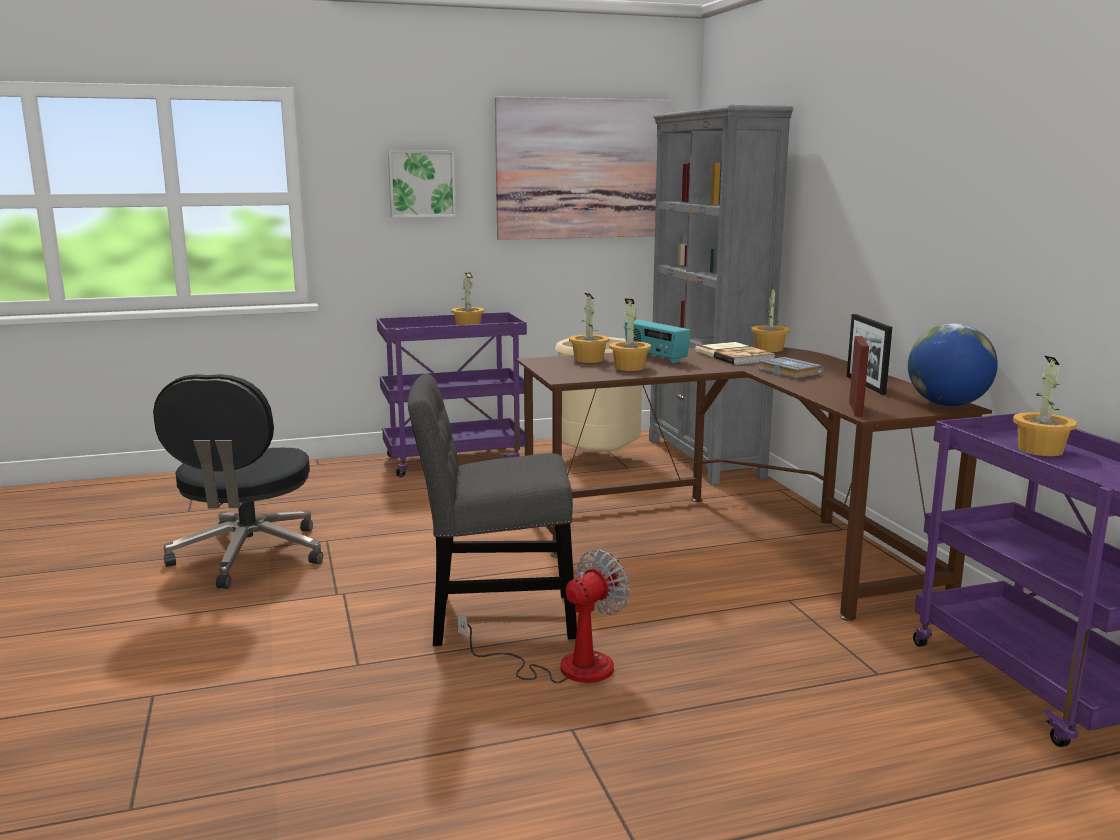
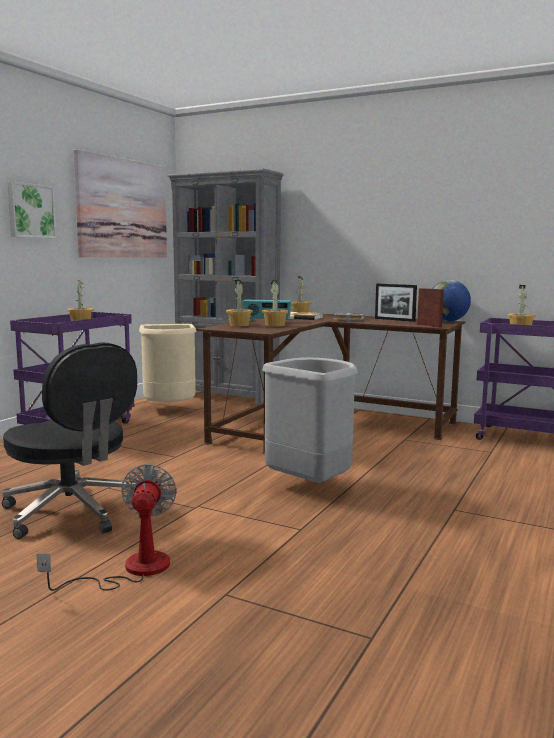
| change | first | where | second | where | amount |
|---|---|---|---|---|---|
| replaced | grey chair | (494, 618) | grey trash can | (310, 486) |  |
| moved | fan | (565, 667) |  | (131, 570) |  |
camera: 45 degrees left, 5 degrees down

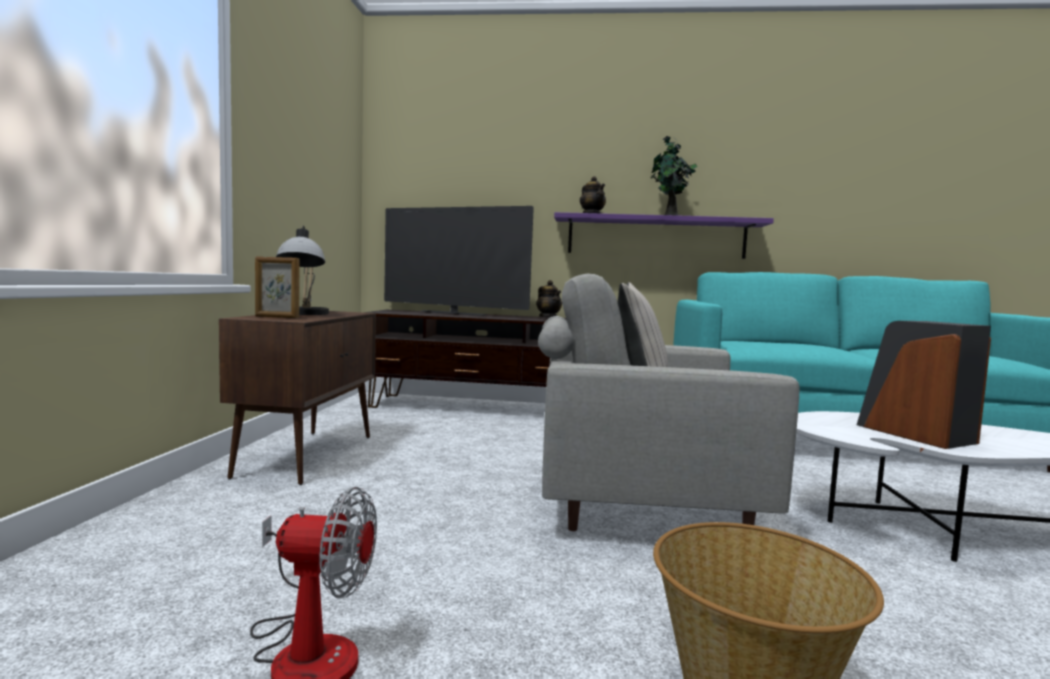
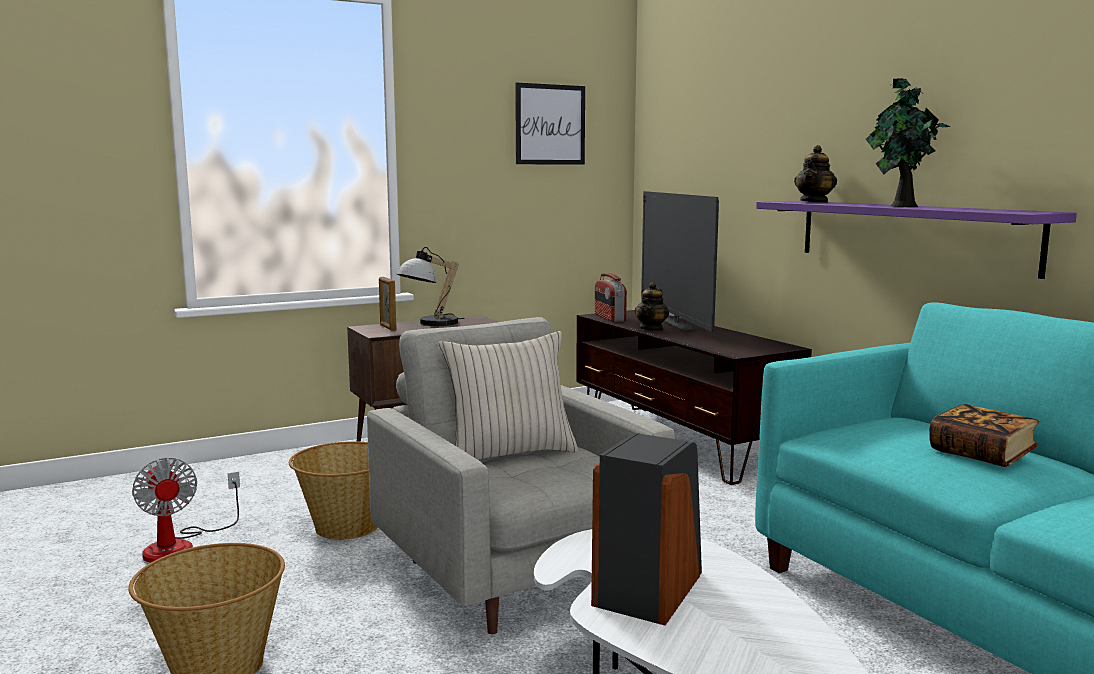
| change | first | where | second | where | amount |
|---|---|---|---|---|---|
| moved | teapot | (548, 317) |  | (652, 329) |  |
| added |  |  | picture | (550, 124) |  |
| added |  |  | radio | (609, 317) |  |
| added |  |  | book | (981, 454) |  |
| added |  |  | basket | (345, 526) |  |
camera: 55 degrees right, 5 degrees up

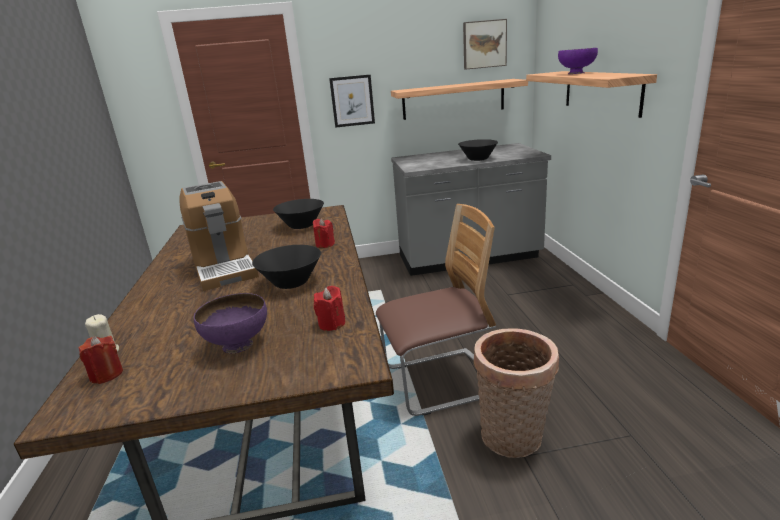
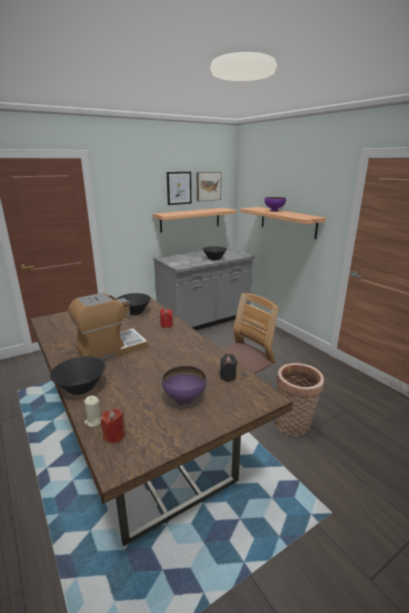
| change | first | where | second | where | amount |
|---|---|---|---|---|---|
| moved | picture | (352, 101) |  | (179, 188) |  |
| turned | coffee machine | (224, 267) |  | (110, 349) | 75 degrees counterclockwise |
| moved | black bowl | (291, 283) |  | (81, 388) |  |
| recoloured | red candle | (331, 324) | black candle | (228, 376) |  |
camera: 25 degrees left, 0 degrees up

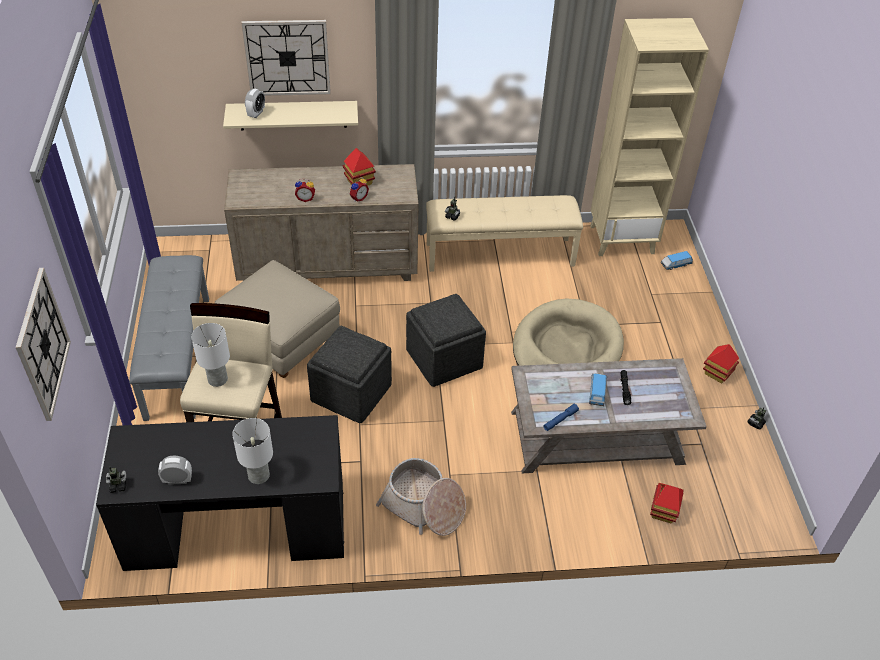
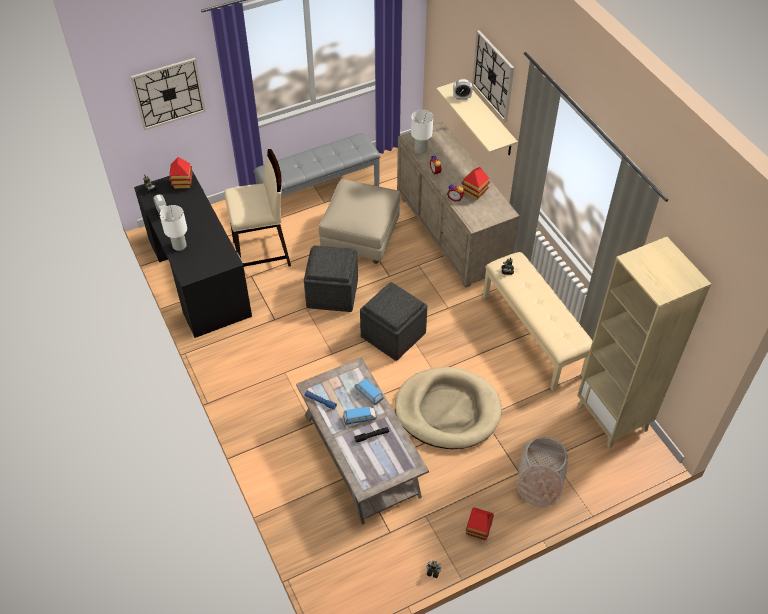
| change | first | where | second | where | amount |
|---|---|---|---|---|---|
| moved | toy car | (675, 265) |  | (368, 393) |  |
| moved | white table lamp | (217, 379) |  | (420, 149) |  |
| moved | basket | (423, 507) |  | (540, 477) |  |
| moved | toy house | (663, 512) |  | (182, 183) |  |
camera: 70 degrees right, 5 degrees up

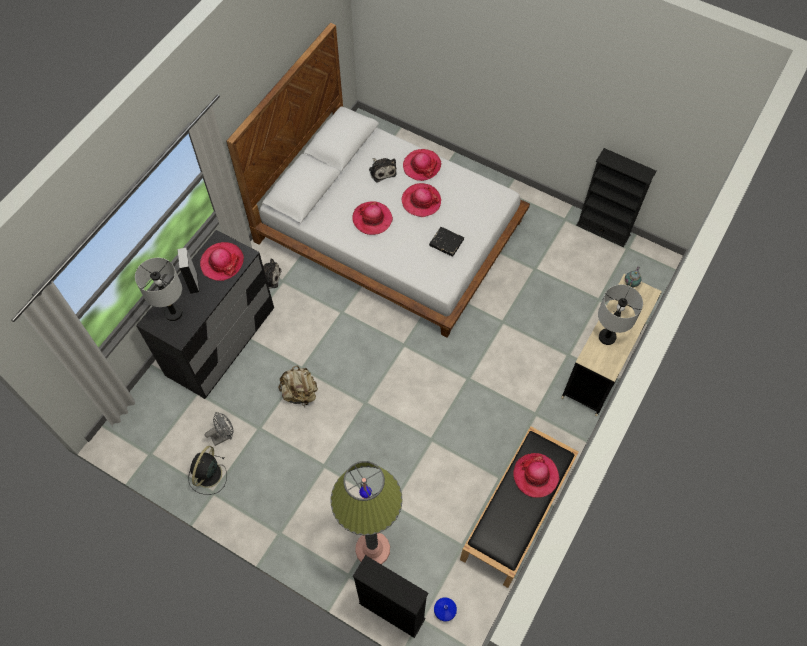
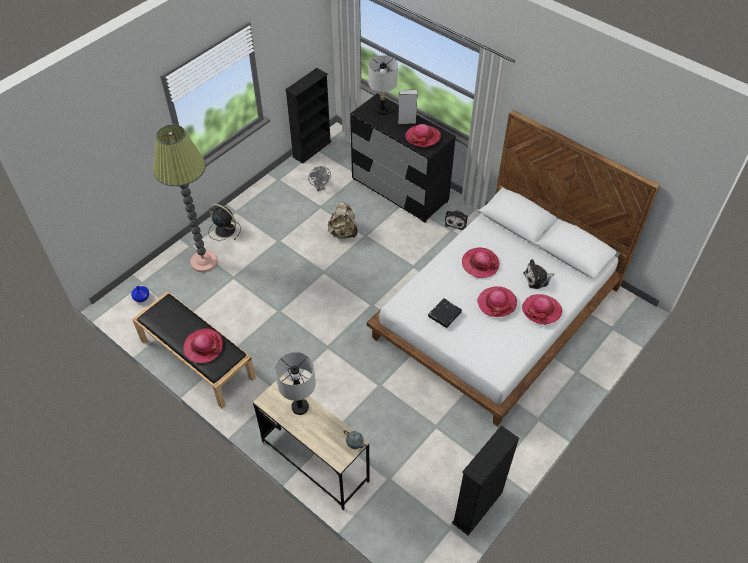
| change | first | where | second | where | amount |
|---|---|---|---|---|---|
| moved | black fan | (208, 475) |  | (224, 230) |  |
| moved | black bookcase | (392, 611) |  | (312, 149) |  |
camera: 100 degrees right, 10 degrees down

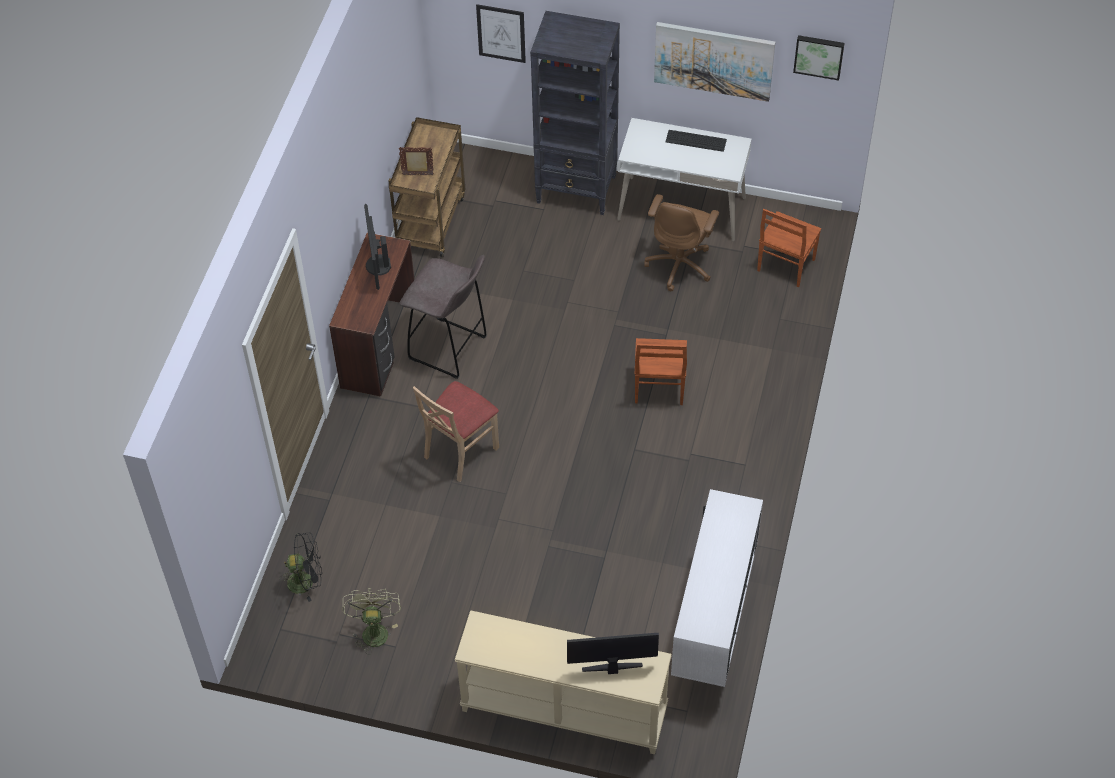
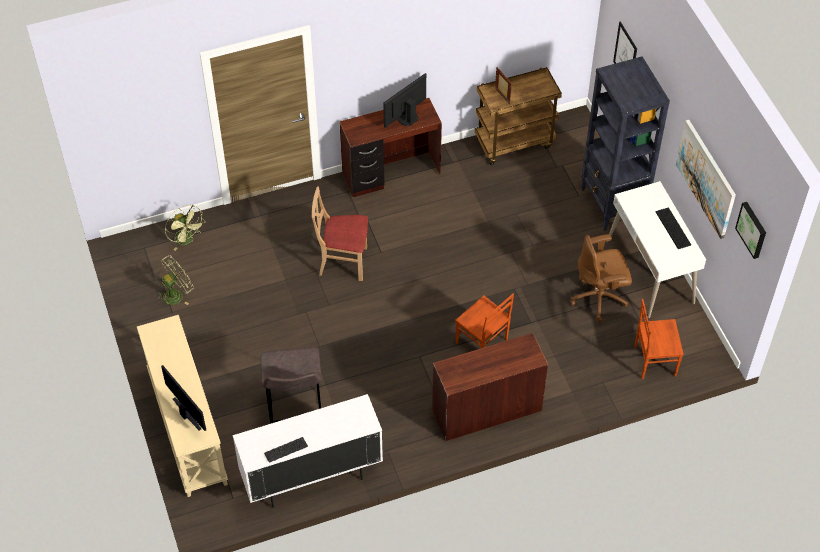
| change | first | where | second | where | amount |
|---|---|---|---|---|---|
| moved | grey stool | (450, 349) |  | (296, 416) |  |
| turned | brown chair | (658, 388) |  | (481, 342) | 105 degrees counterclockwise |
| recoloured | black fan | (306, 581) | green fan | (187, 240) |  |
| added |  |  | brown desk | (486, 410) |  |
| added |  |  | keyboard | (286, 450) |  |
camera: 55 degrees right, 0 degrees up

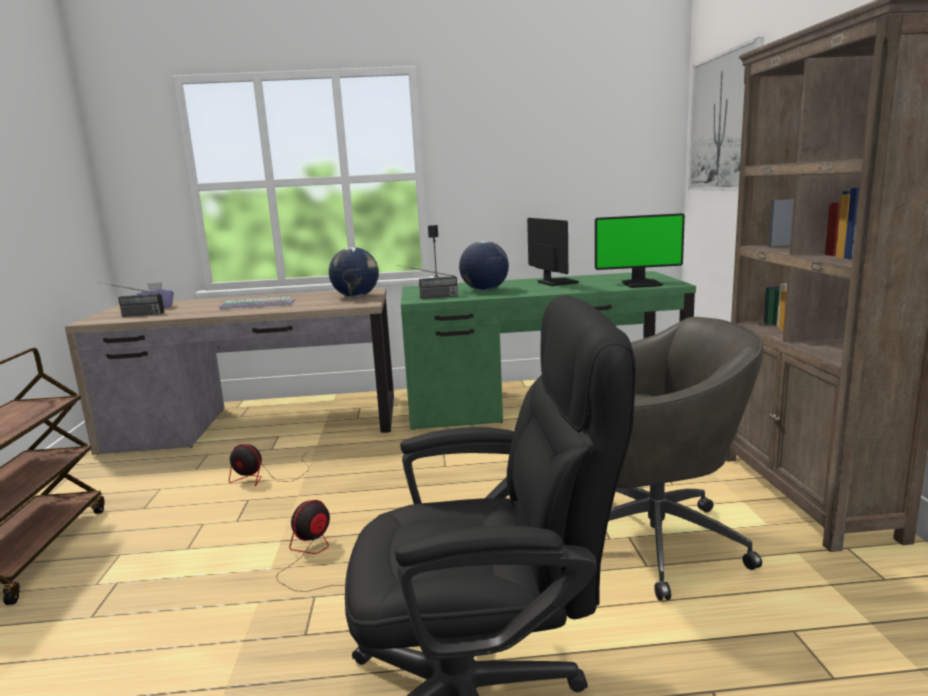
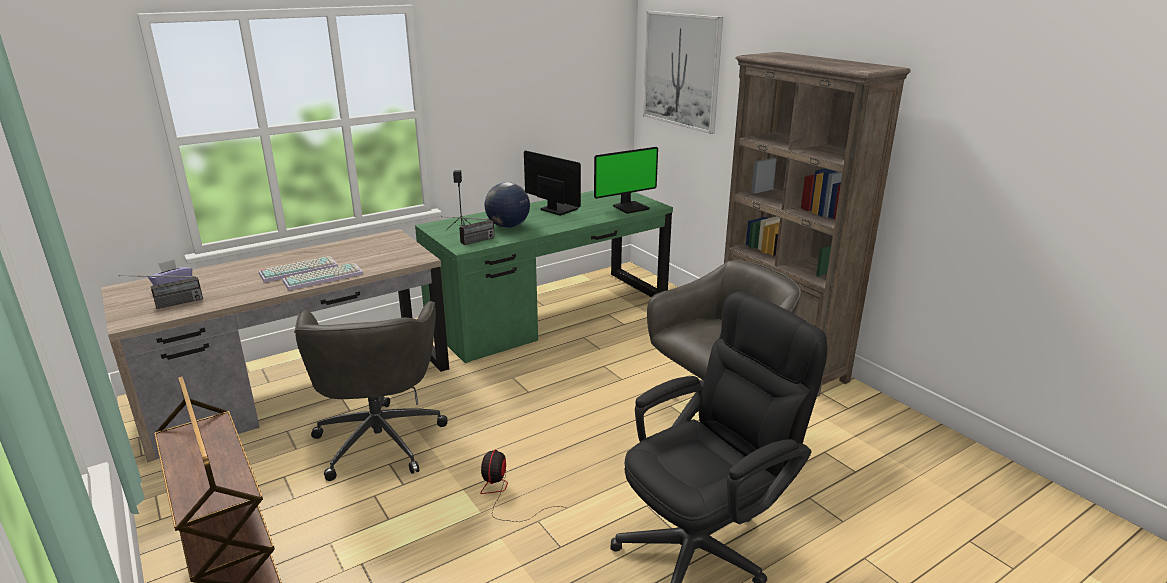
| change | first | where | second | where | amount |
|---|---|---|---|---|---|
| removed | globe | (356, 296) |  |  |  |
| replaced | fan | (266, 476) | grey office chair | (380, 438) |  |
| added |  |  | keyboard | (324, 277) |  |
camera: 30 degrees left, 10 degrees up

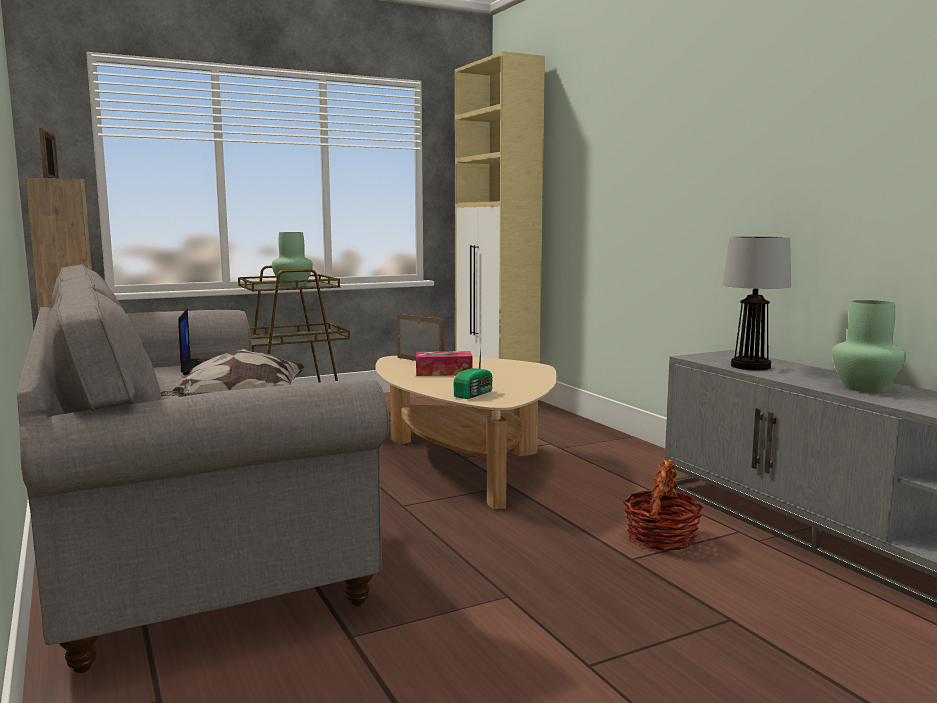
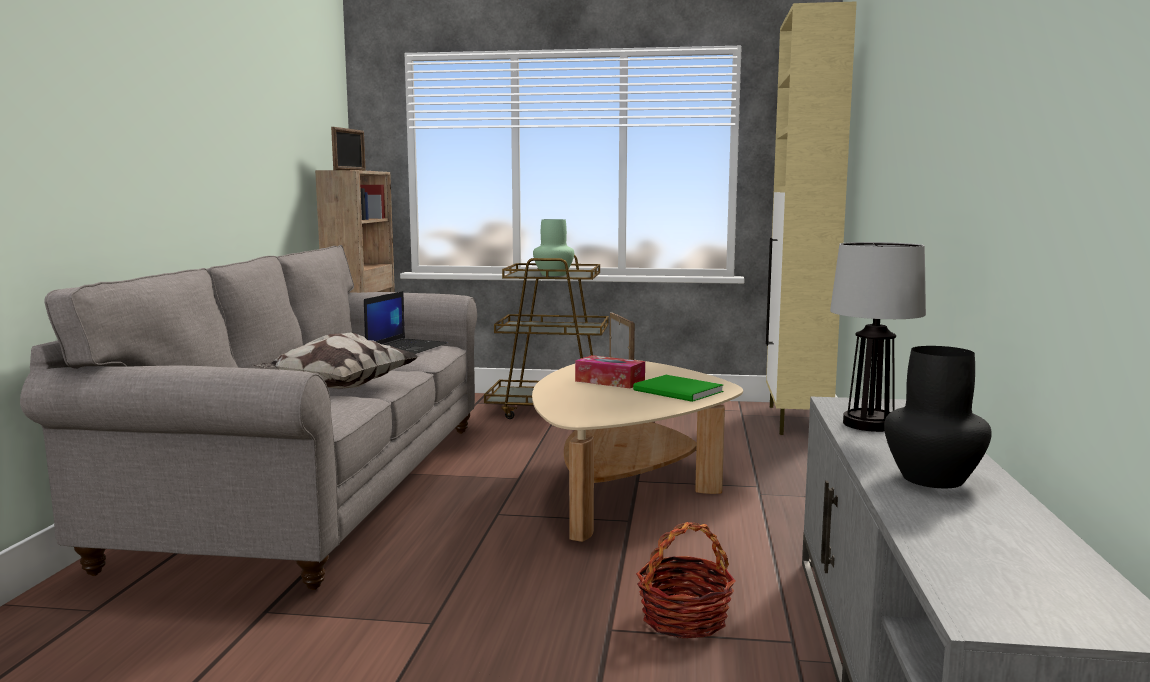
| change | first | where | second | where | amount |
|---|---|---|---|---|---|
| recoloured | green vase | (864, 388) | black vase | (931, 478) |  |
| removed | radio | (475, 394) |  |  |  |
| added |  |  | green book | (679, 391) |  |
camera: 35 degrees right, 0 degrees up

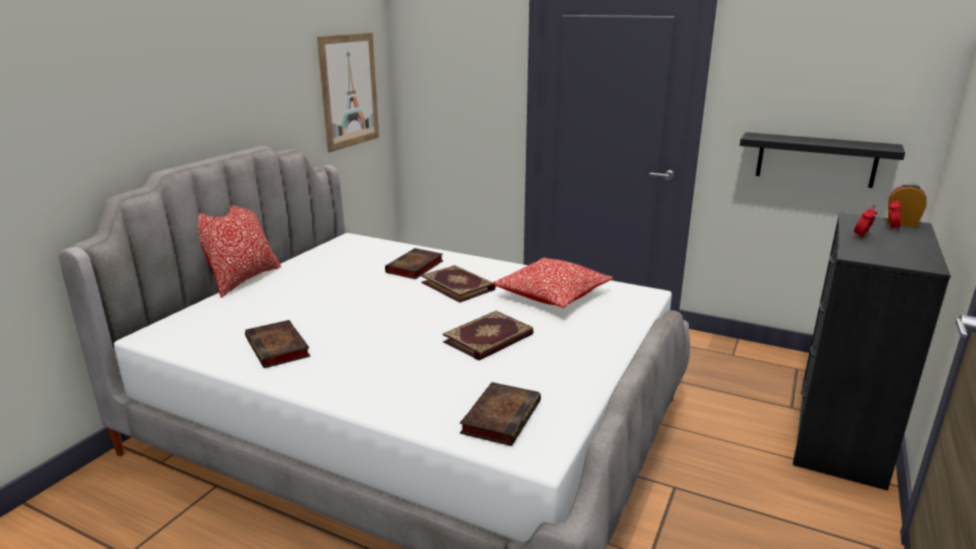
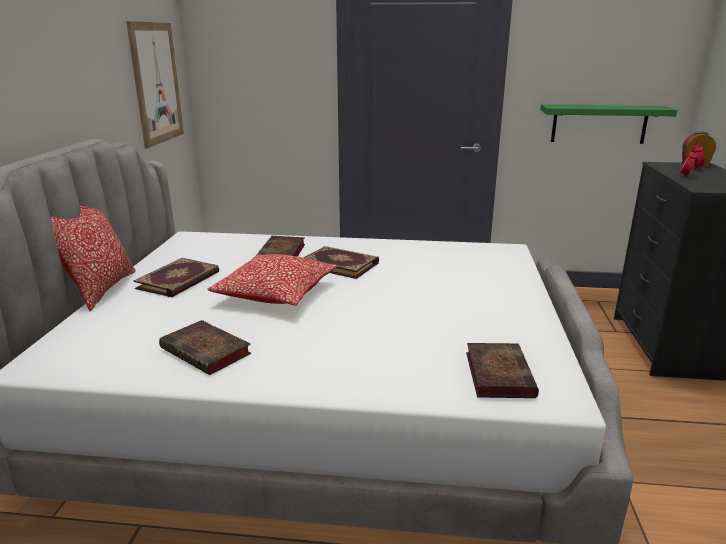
| change | first | where | second | where | amount |
|---|---|---|---|---|---|
| recoloured | black shelf | (816, 159) | green shelf | (599, 124) |  |
| moved | pillow | (552, 295) |  | (276, 293) |  |
| moved | book | (489, 339) |  | (179, 280) |  |
camera: 20 degrees left, 0 degrees up

